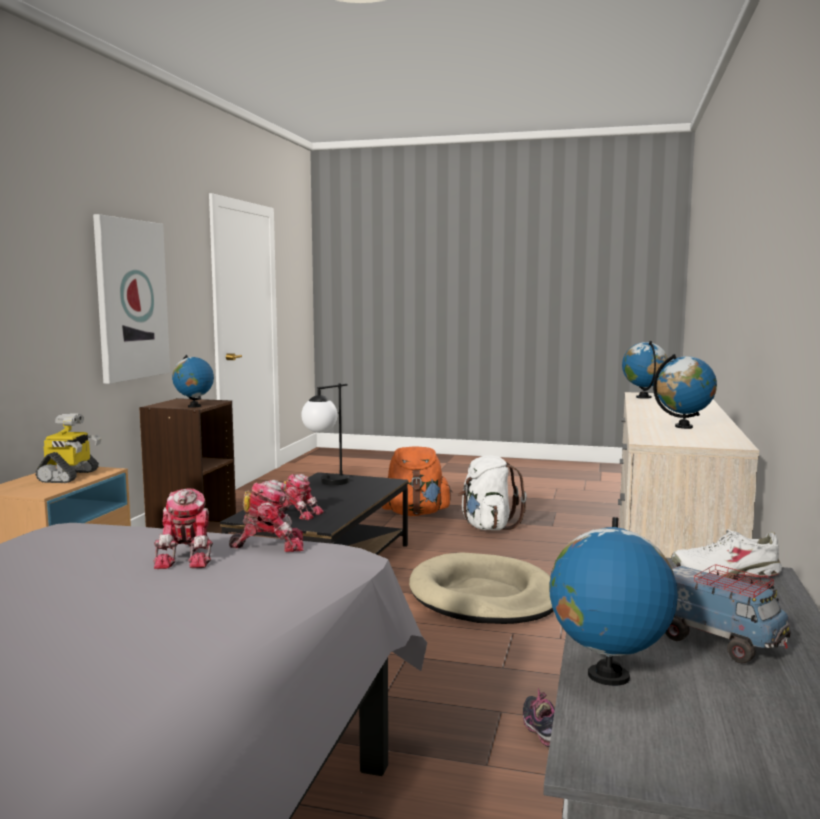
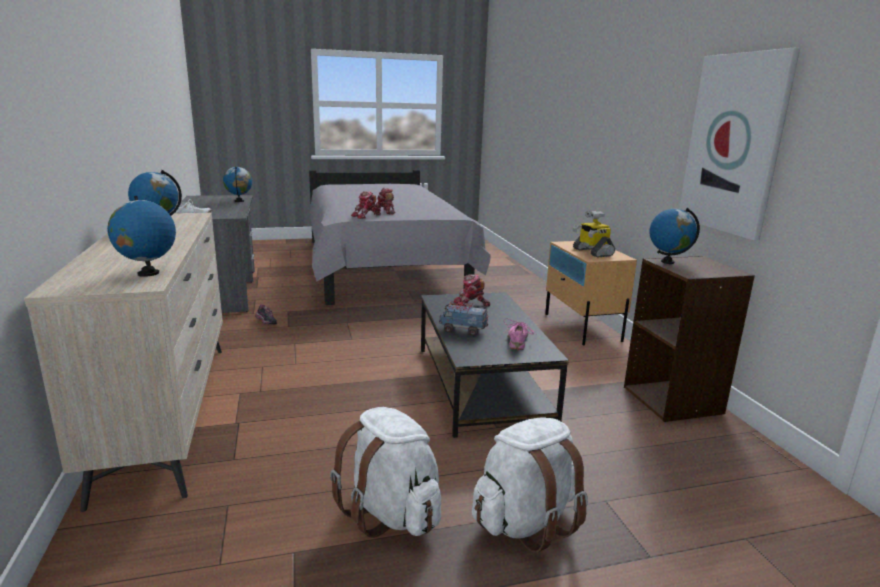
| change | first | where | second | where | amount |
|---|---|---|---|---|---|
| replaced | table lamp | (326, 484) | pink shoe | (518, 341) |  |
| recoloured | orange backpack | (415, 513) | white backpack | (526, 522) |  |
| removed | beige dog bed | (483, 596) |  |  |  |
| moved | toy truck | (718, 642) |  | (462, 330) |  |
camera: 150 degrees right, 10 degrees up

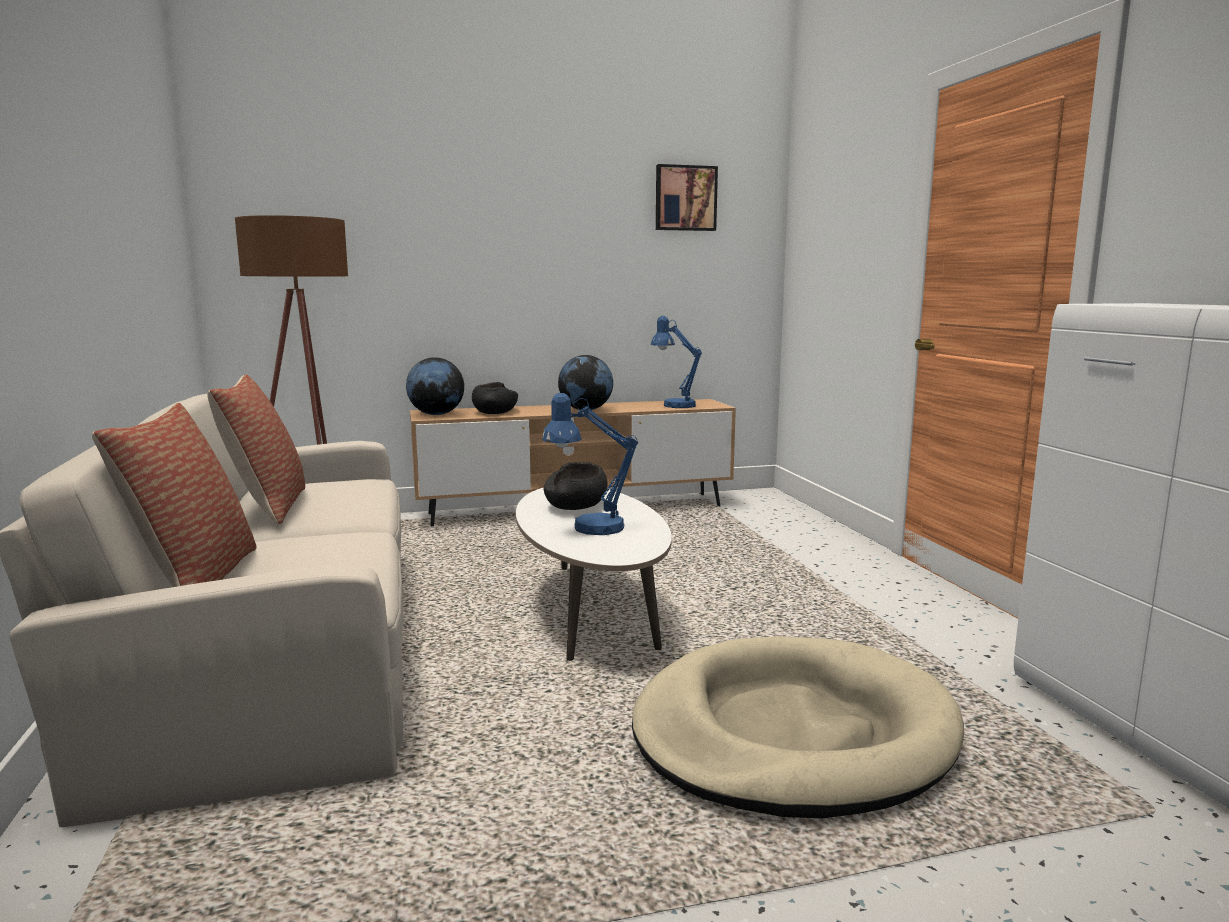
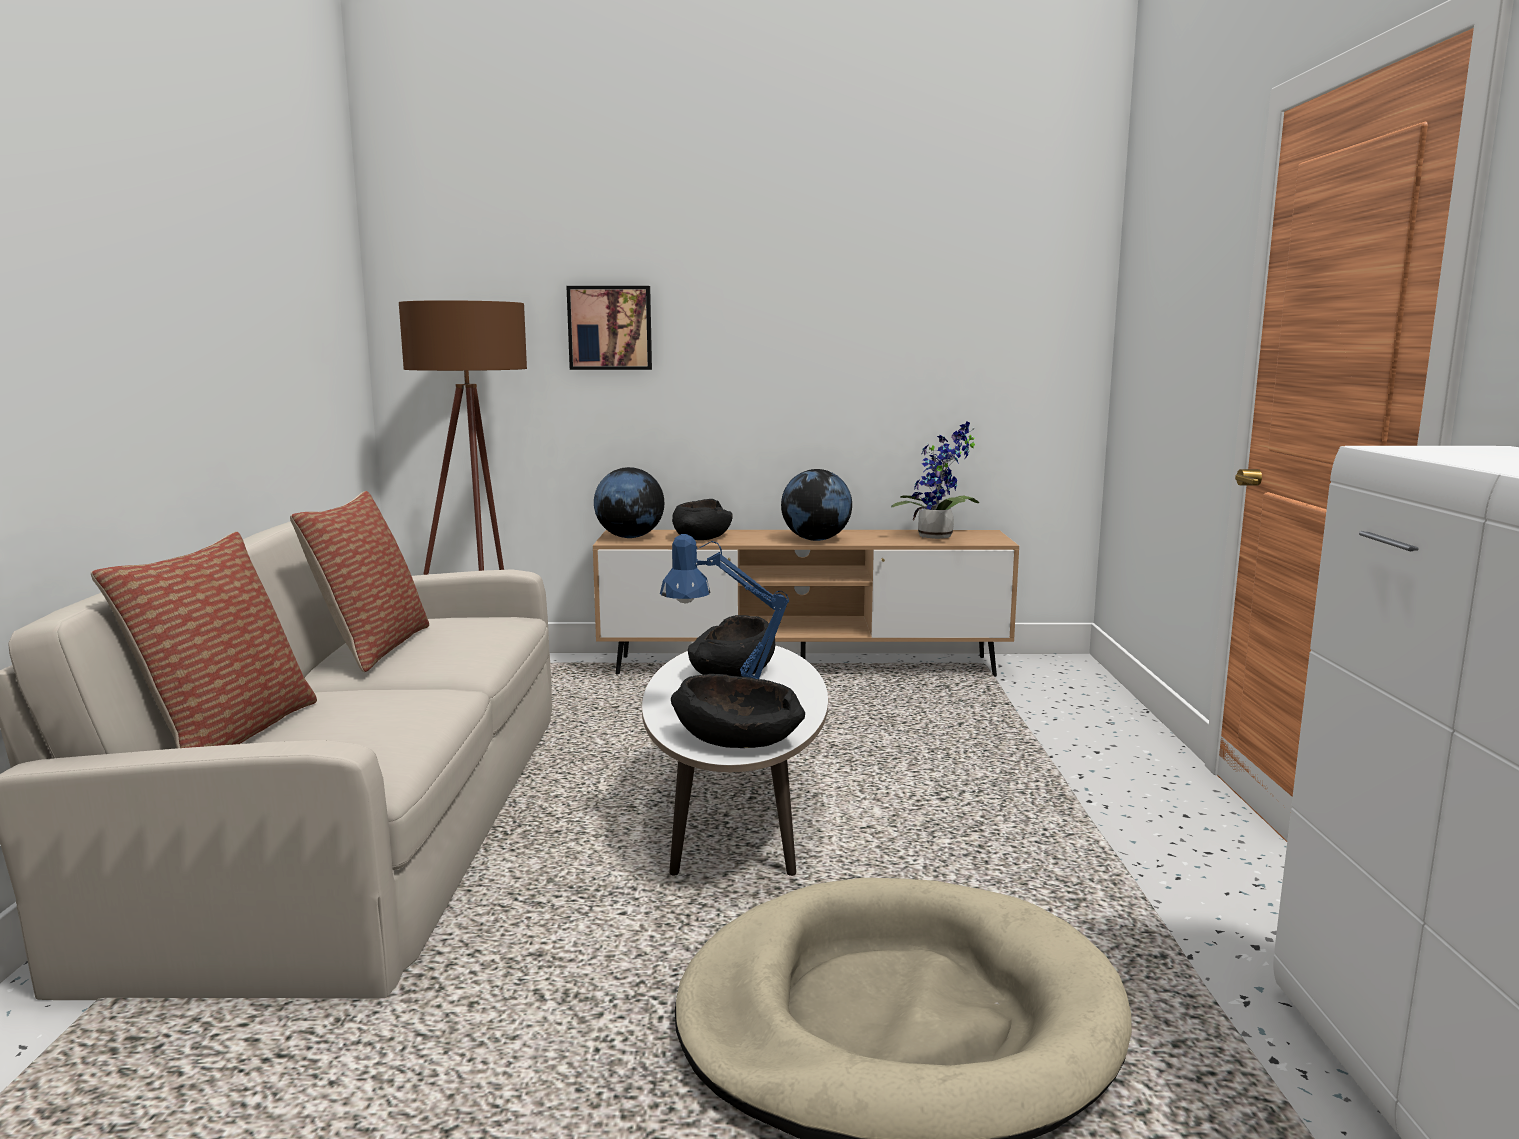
| change | first | where | second | where | amount |
|---|---|---|---|---|---|
| moved | picture | (685, 198) |  | (610, 328) |  |
| replaced | blue table lamp | (674, 405) | potted plant | (939, 537) |  |
| added |  |  | black bowl | (737, 739) |  |
camera: 15 degrees right, 0 degrees up

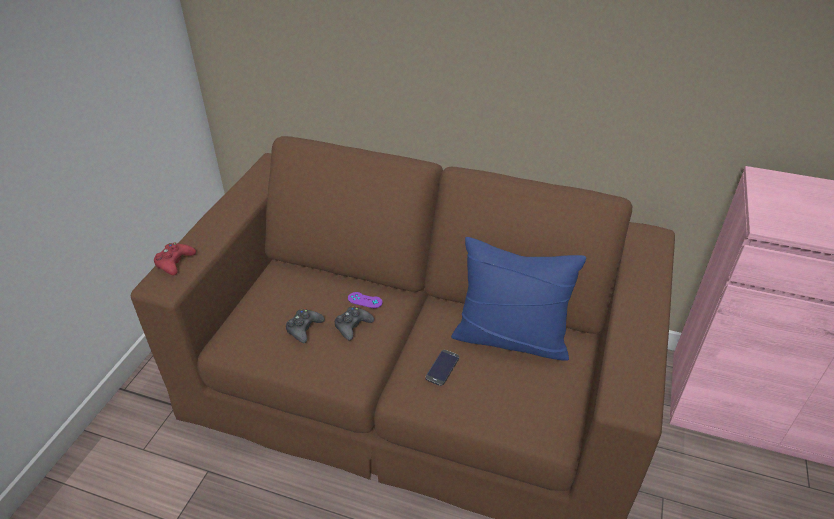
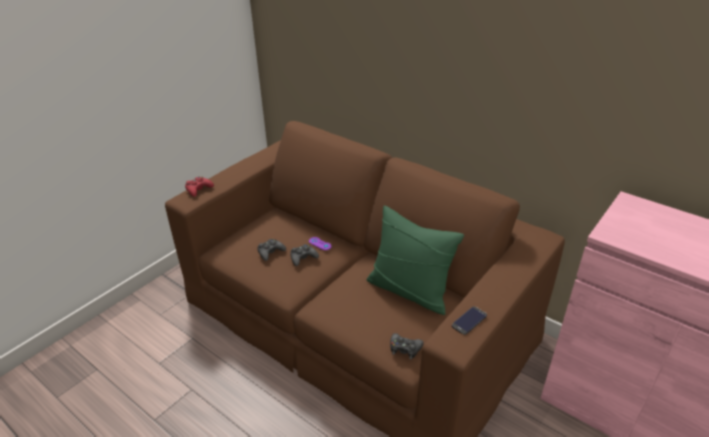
| change | first | where | second | where | amount |
|---|---|---|---|---|---|
| recoloured | blue pillow | (511, 338) | green pillow | (410, 291) |  |
| moved | phone | (442, 367) |  | (469, 320) |  |
| added |  |  | black game controller | (405, 348) |  |
camera: 20 degrees right, 5 degrees down

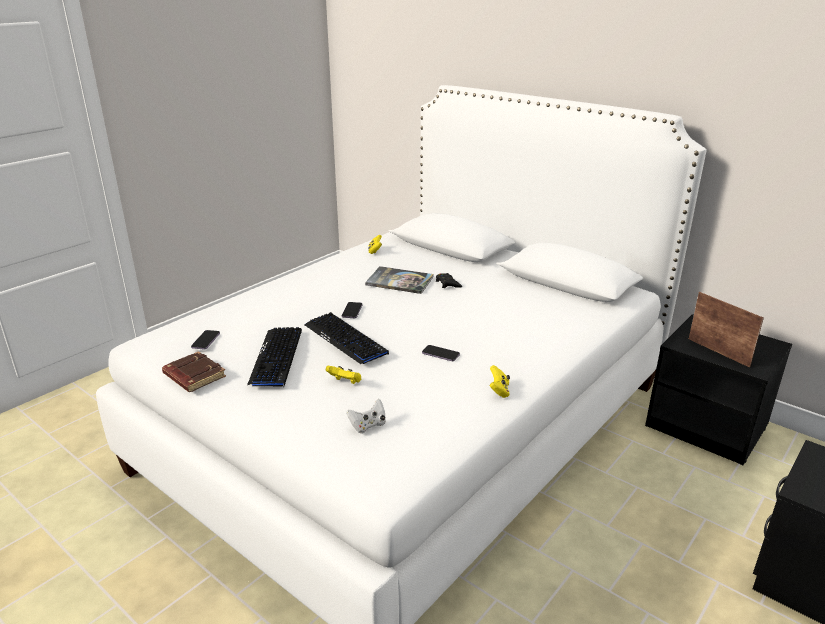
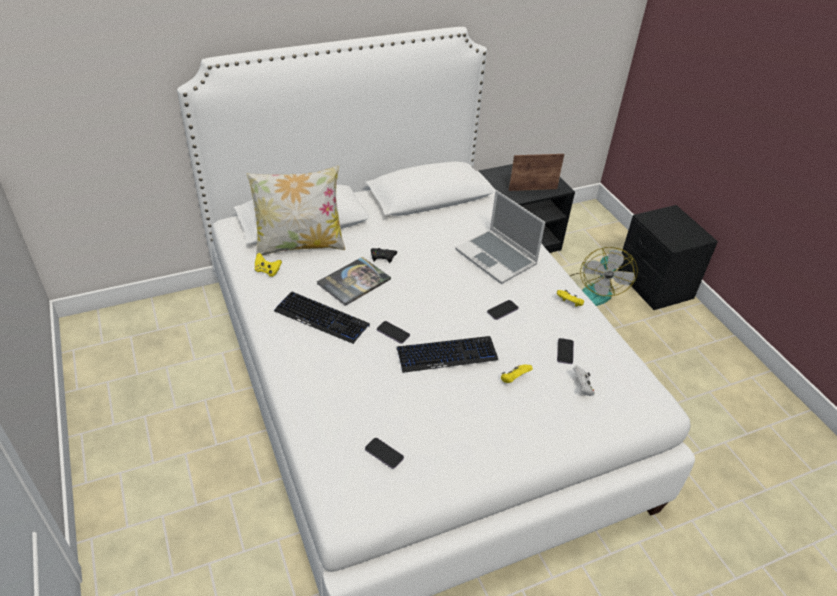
| change | first | where | second | where | amount |
|---|---|---|---|---|---|
| moved | keyboard | (276, 357) |  | (322, 318) |  |
| removed | brown book | (193, 376) |  |  |  |
| added |  |  | pillow | (300, 245) |  |
| added |  |  | laptop | (497, 258) |  |
| added |  |  | fan | (594, 290) |  |
| added |  |  | phone | (565, 352) |  |
camera: 65 degrees left, 15 degrees up

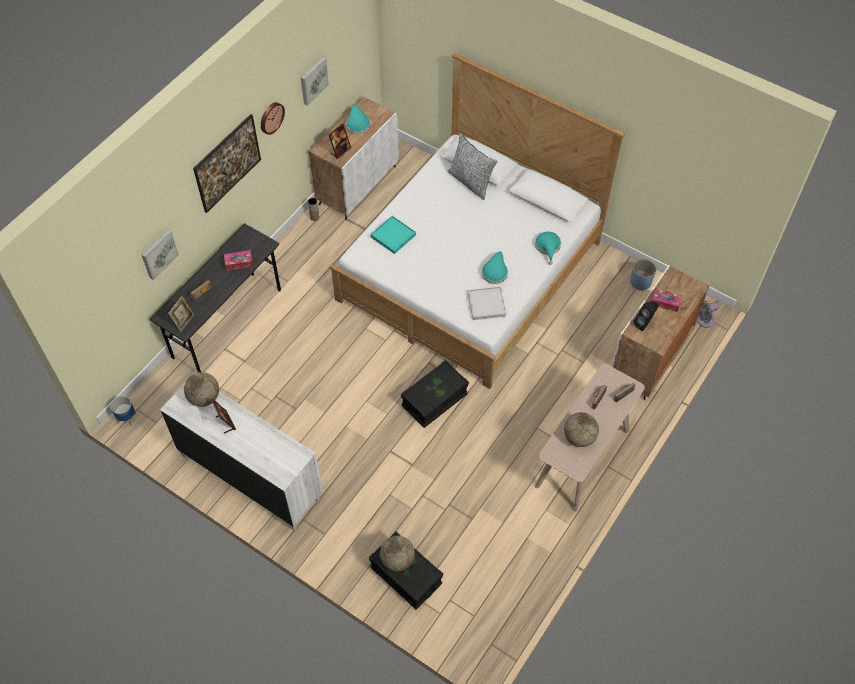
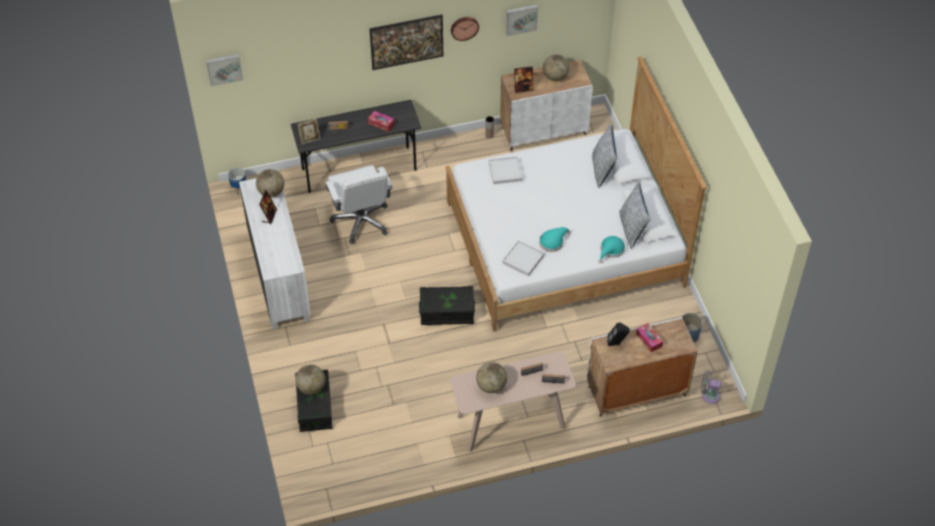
| change | first | where | second | where | amount |
|---|---|---|---|---|---|
| replaced | turquoise hat | (357, 124) | globe | (555, 77) |  |
| recoloured | turquoise tray | (393, 236) | white tray | (505, 171) |  |
| moved | picture | (158, 253) |  | (224, 68) |  |
| added |  |  | white office chair | (361, 221) |  |
| added |  |  | pillow | (632, 229) |  |
camera: 40 degrees right, 5 degrees down

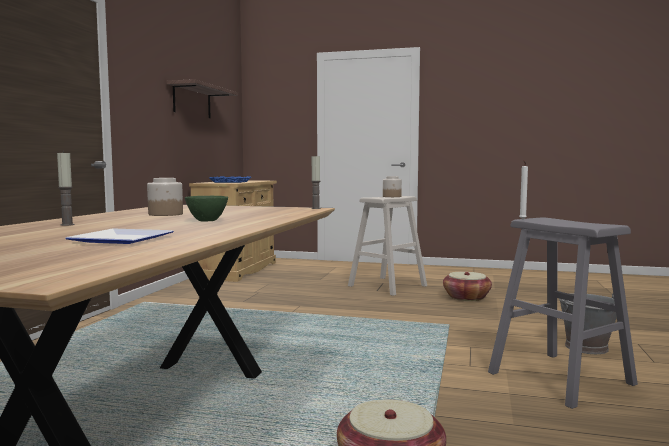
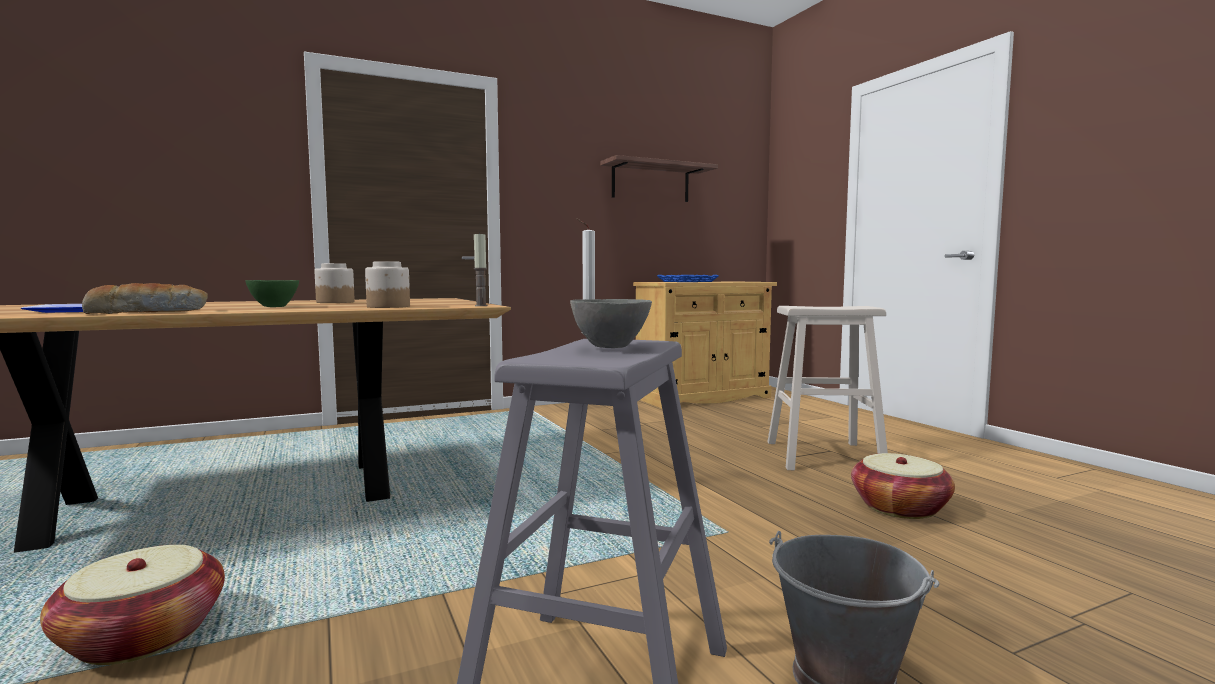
| change | first | where | second | where | amount |
|---|---|---|---|---|---|
| removed | candle | (67, 225) |  |  |  |
| moved | jar | (392, 196) |  | (388, 307) |  |
| added |  |  | bread | (149, 312) |  |
| added |  |  | grey bowl | (611, 347) |  |
camera: 50 degrees right, 0 degrees up

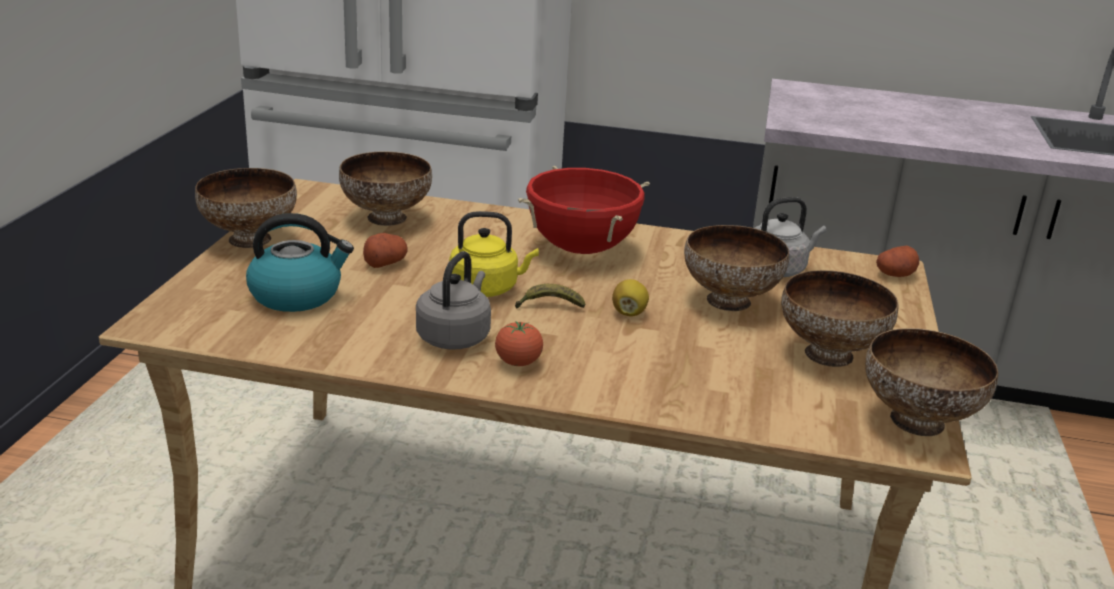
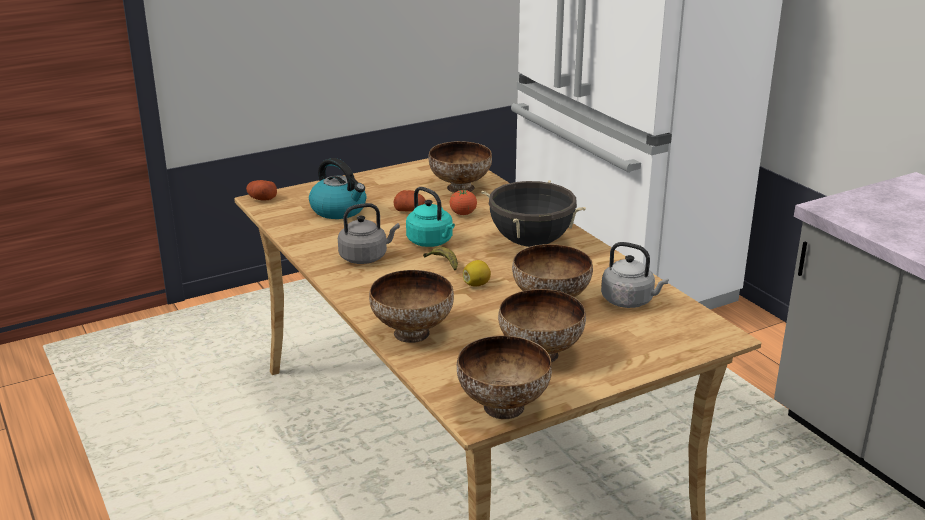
| change | first | where | second | where | amount |
|---|---|---|---|---|---|
| recoloured | red cooking pot | (581, 249) | black cooking pot | (531, 242) |  |
| moved | bowl | (251, 239) |  | (413, 333) |  |
| recoloured | yellow kettle | (487, 288) | turquoise kettle | (431, 242) |  |
| moved | potato | (895, 274) |  | (261, 198) |  |
| moved | tomato | (518, 363) |  | (463, 214) |  |
camera: 50 degrees right, 0 degrees up

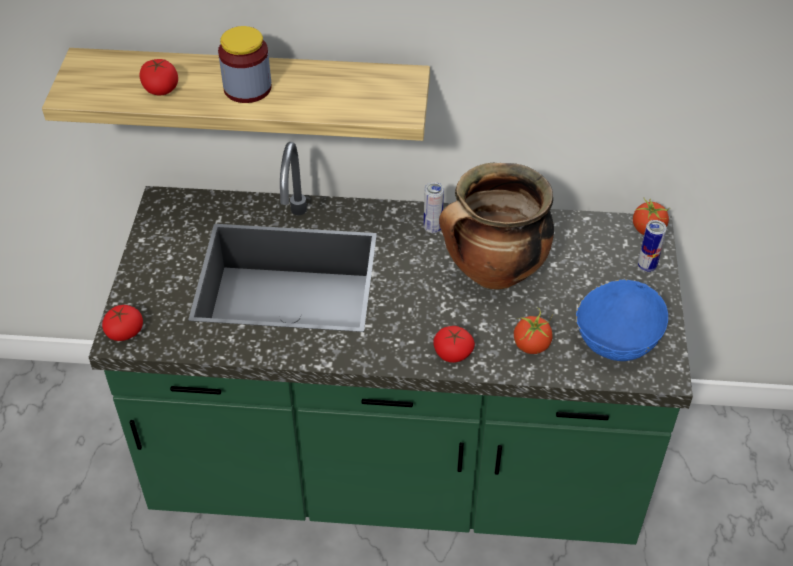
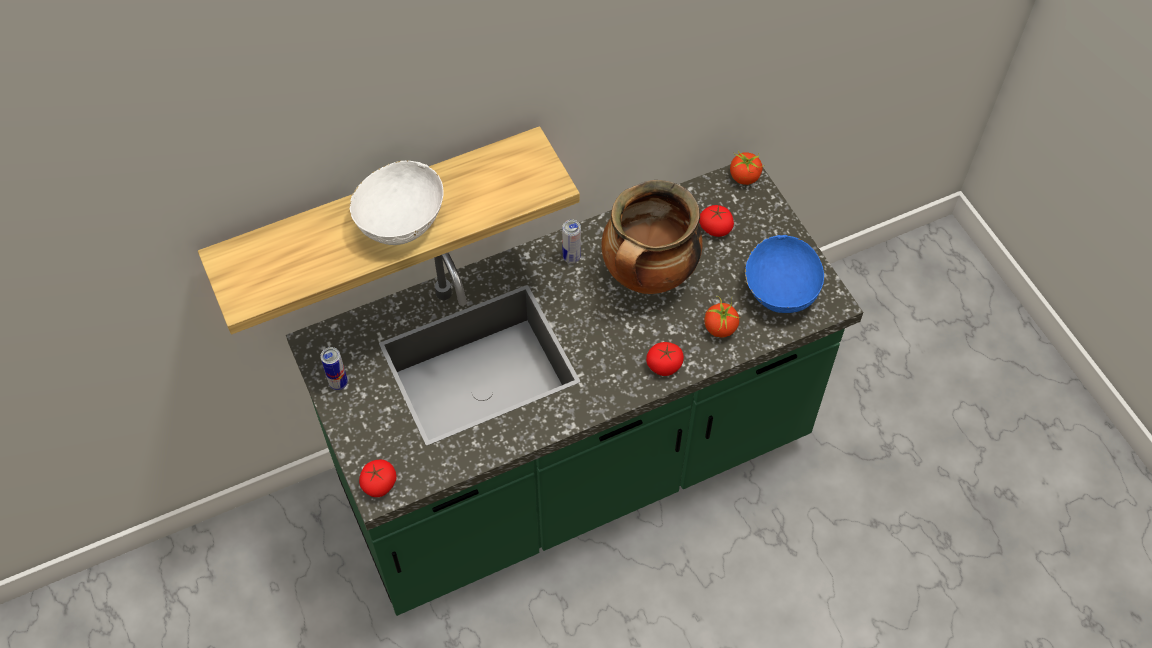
| change | first | where | second | where | amount |
|---|---|---|---|---|---|
| replaced | jar | (247, 88) | white bowl | (400, 220) |  |
| moved | tomato | (161, 88) |  | (715, 228) |  |
| moved | can | (646, 266) |  | (338, 383) |  |
camera: 30 degrees left, 10 degrees up

